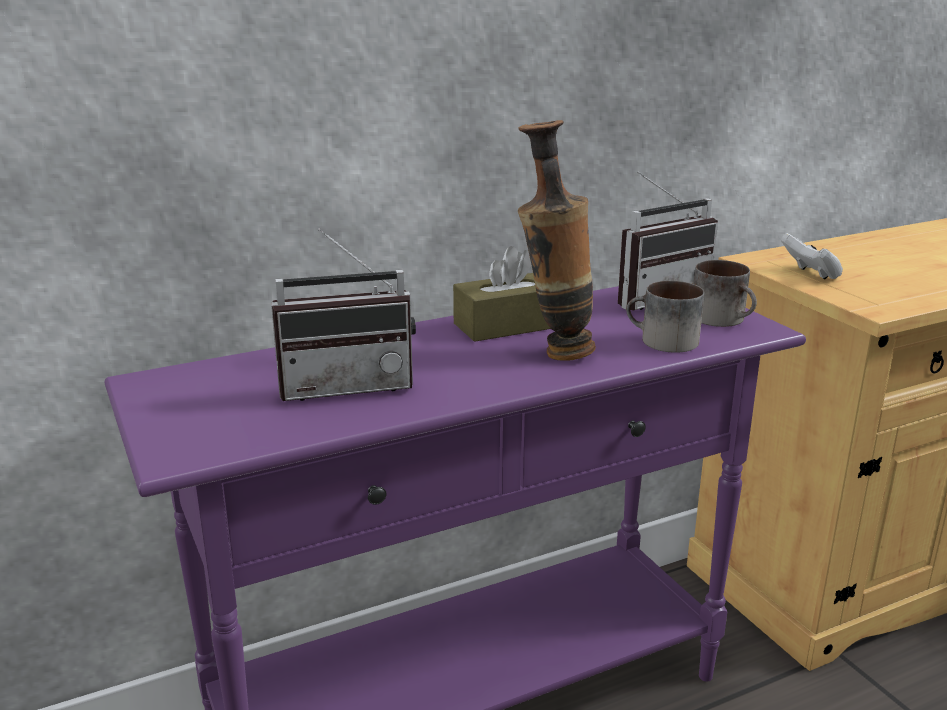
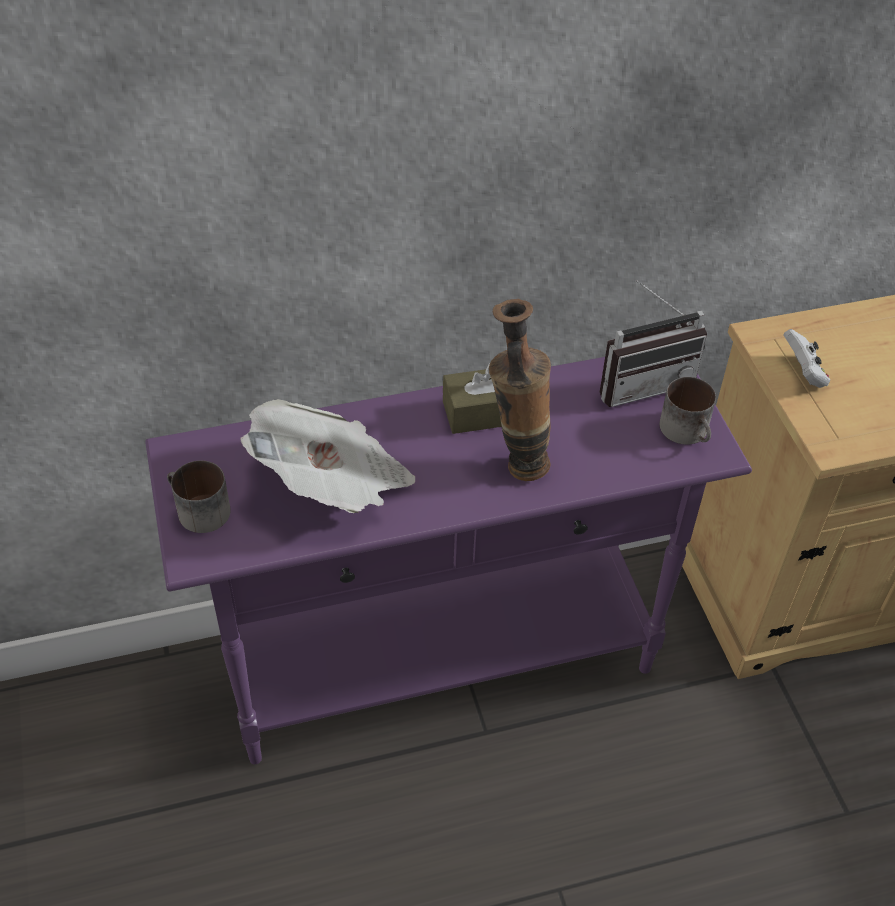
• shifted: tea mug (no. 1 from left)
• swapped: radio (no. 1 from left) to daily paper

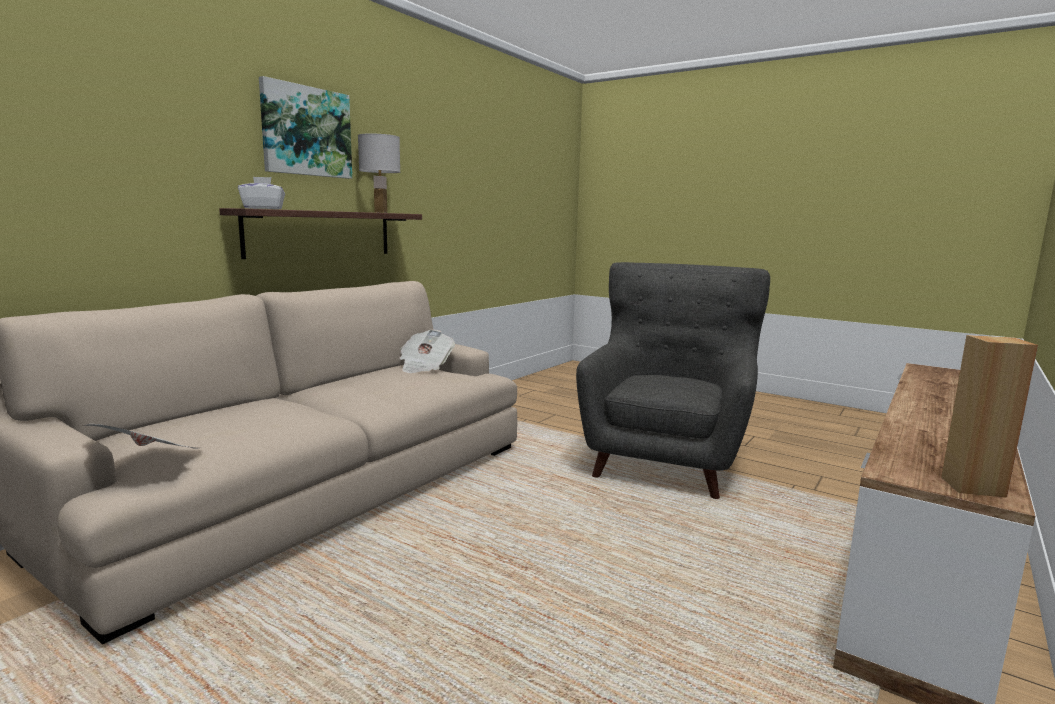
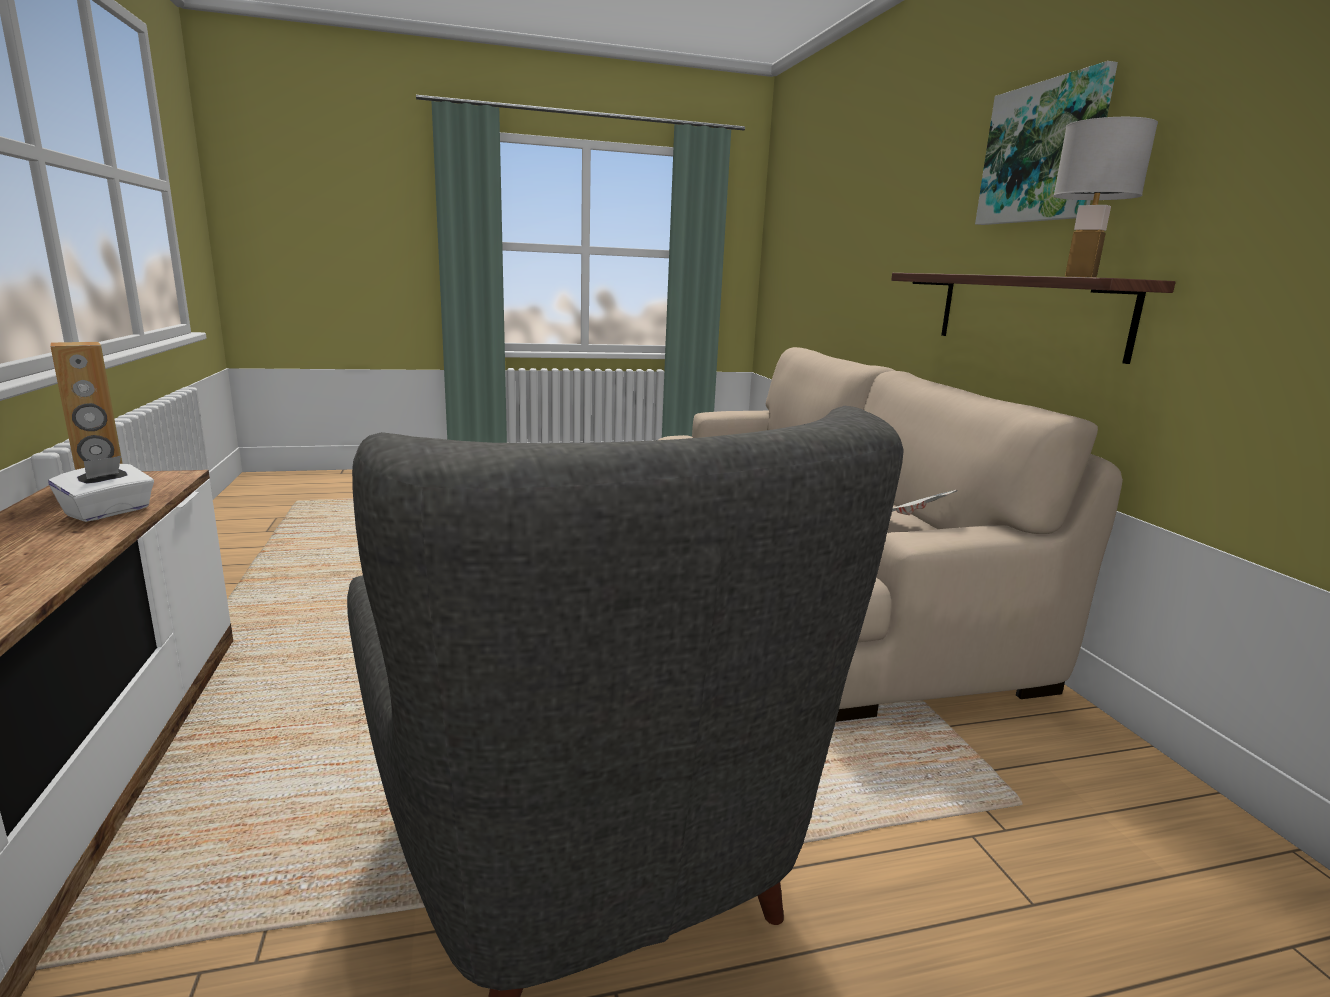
• shifted: box of tissues (white-coloured)
• gone: daily paper (no. 1 from left)

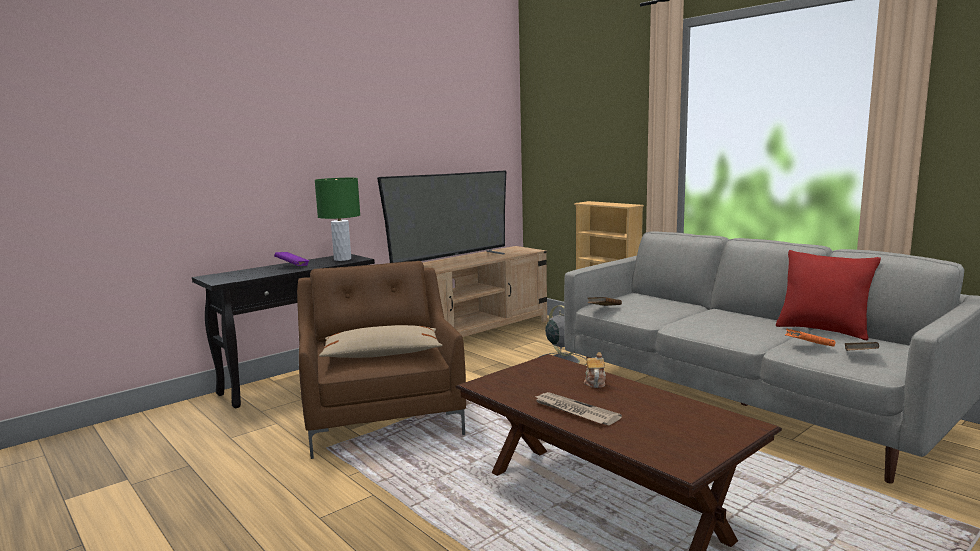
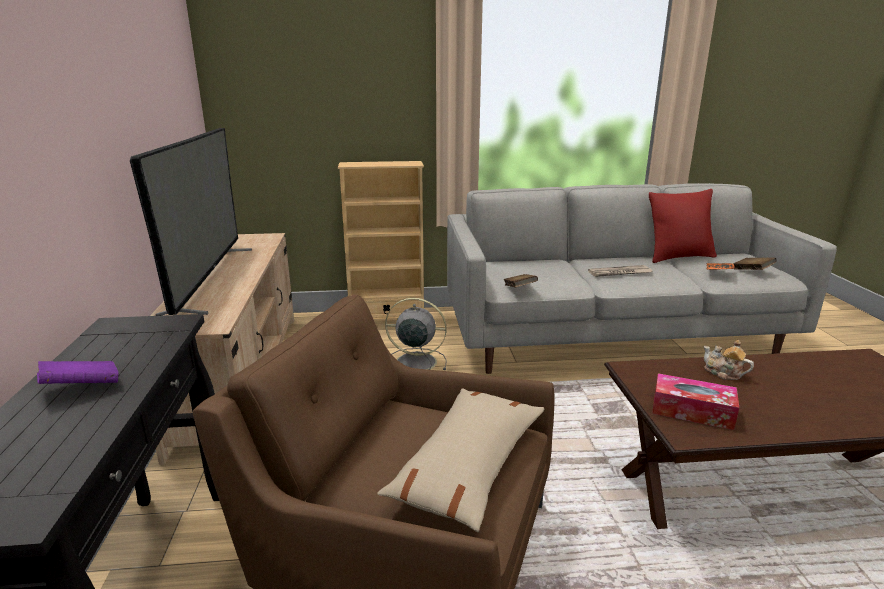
• shifted: daily paper
• new: box of tissues
• gone: lamp for a table (green-coloured)

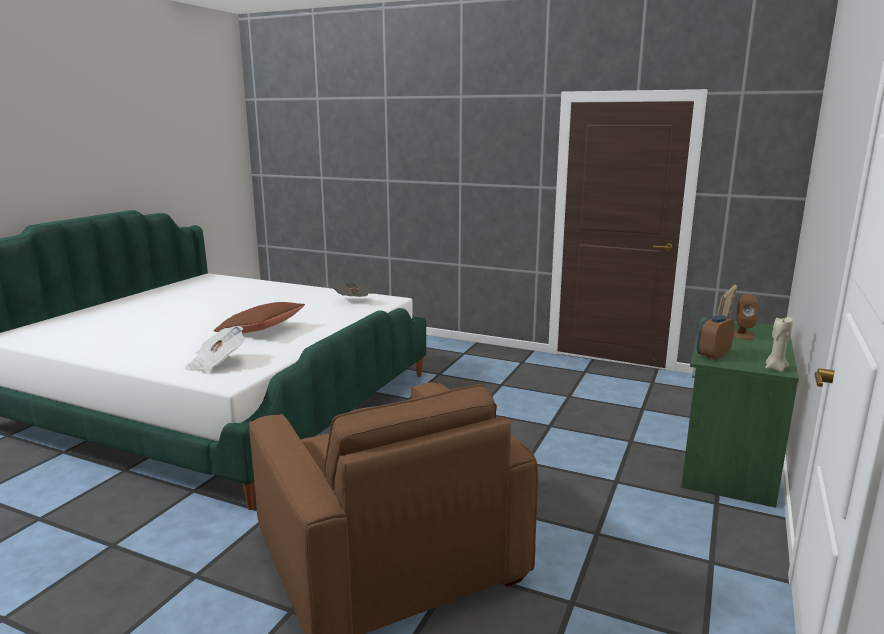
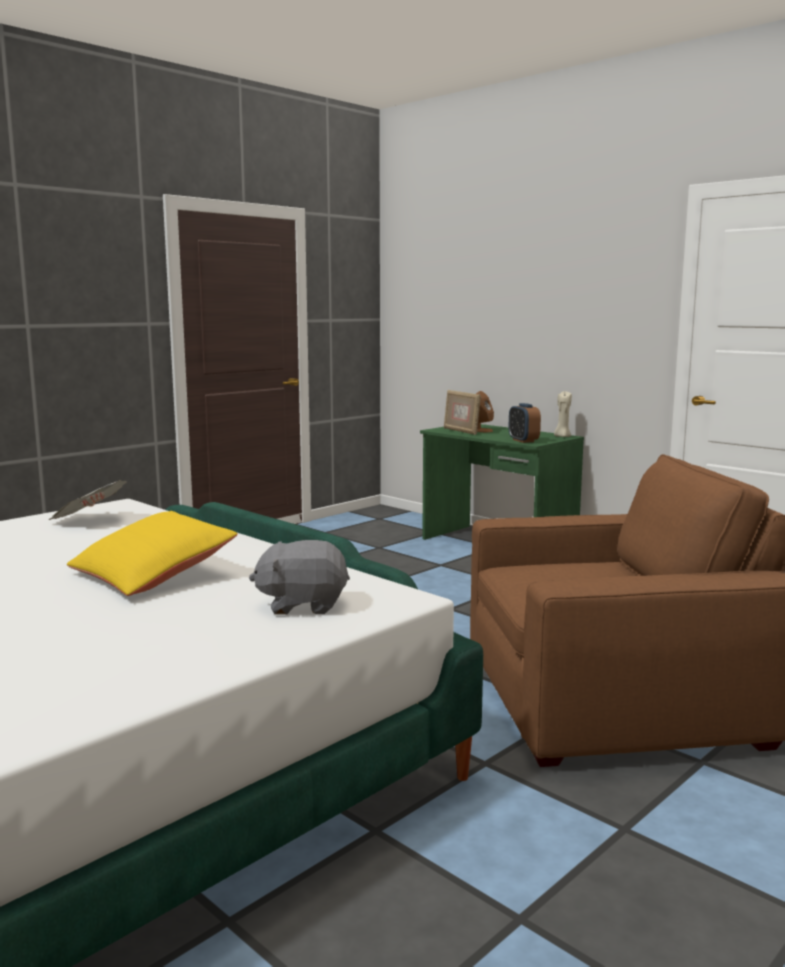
• repainted: cushion (brown-coloured) to cushion (yellow-coloured)
• swapped: daily paper (no. 1 from left) to soft toy (grey)

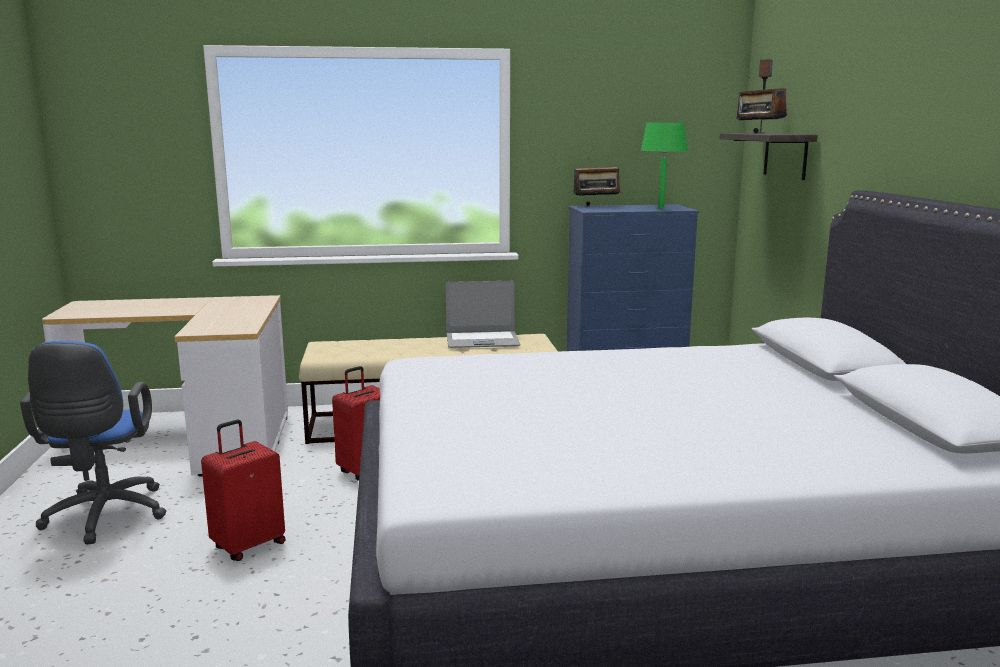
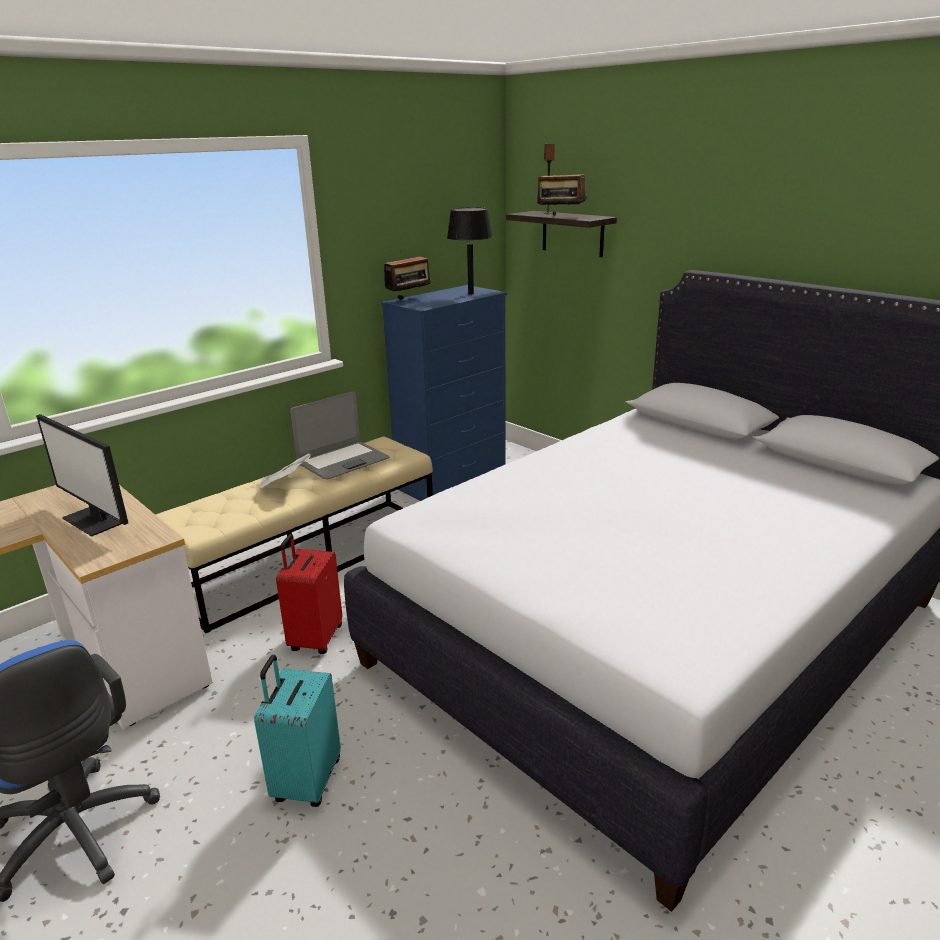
• new: computer screen
• repainted: travel case (red) (no. 1 from left) to travel case (turquoise)
• new: daily paper
• repainted: lamp for a table (green-coloured) to lamp for a table (blackish)

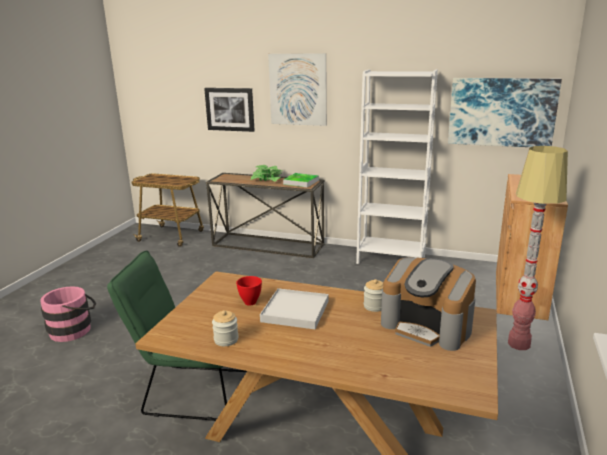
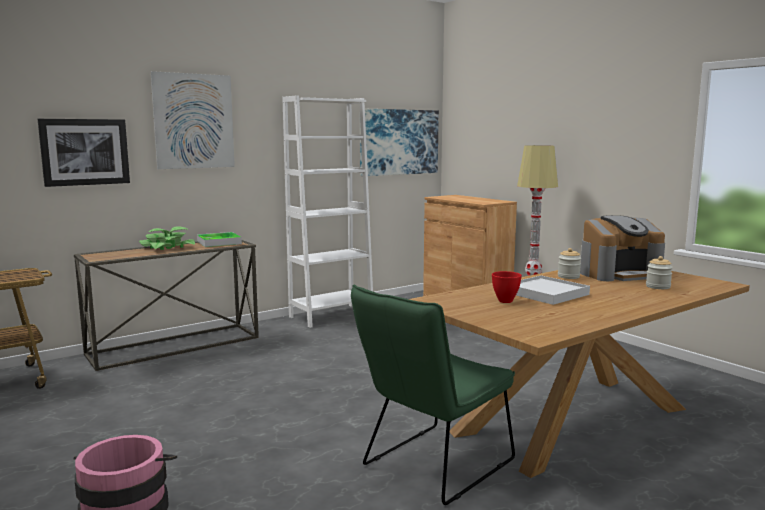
• shifted: jar (no. 1 from left in the first image) to jar (no. 2 from left)

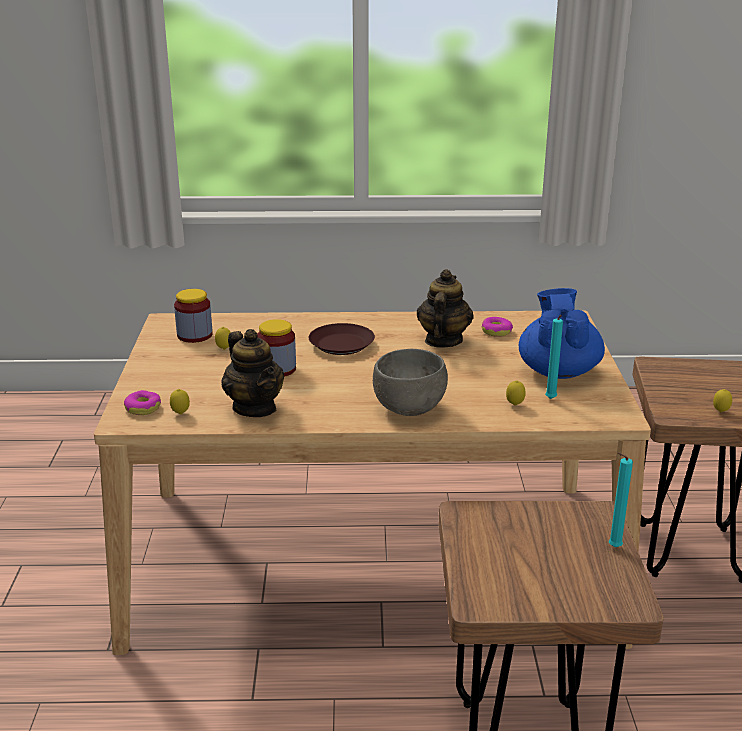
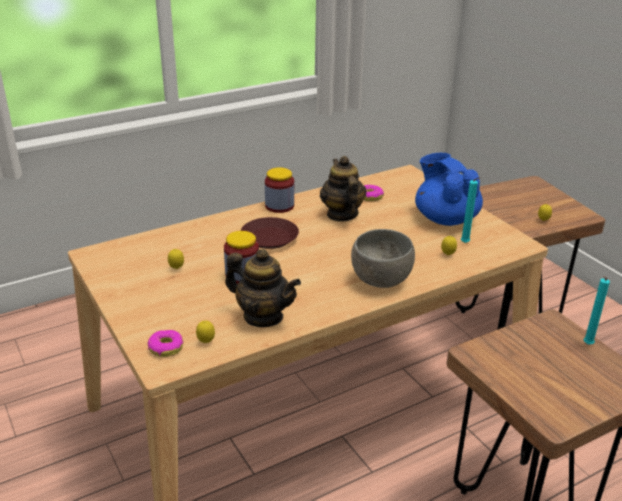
• shifted: jar (no. 1 from left in the first image) to jar (no. 2 from left)

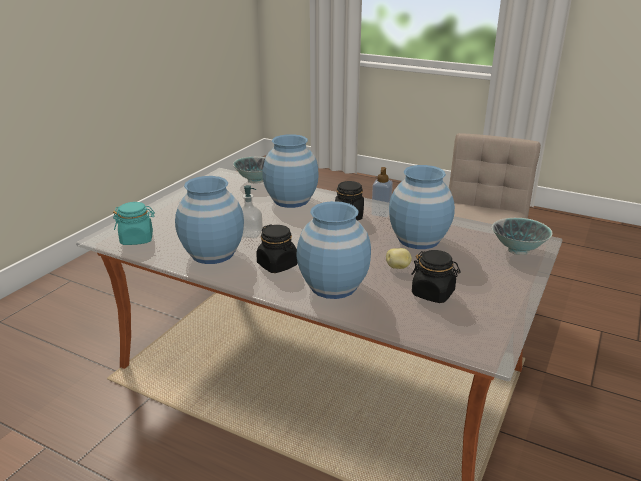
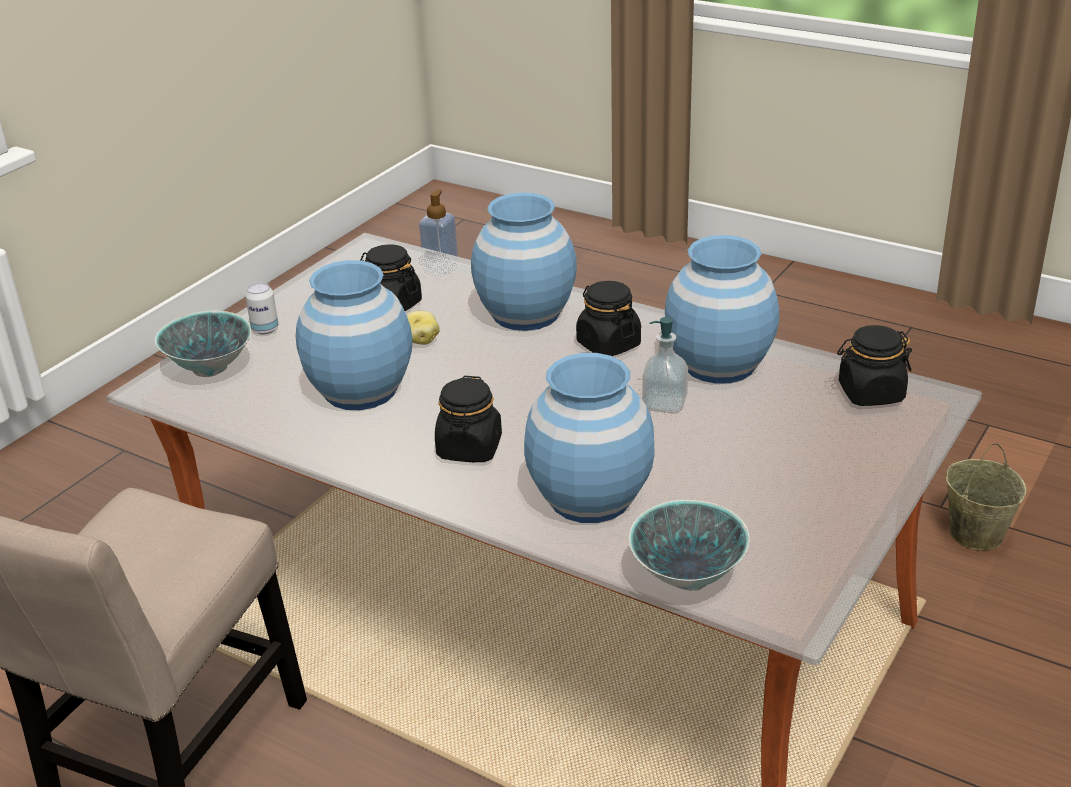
• new: sealed can
• shifted: soap bottle (no. 2 from left in the first image) to soap bottle (no. 1 from left)
• repainted: jar (turquoise) to jar (blackish) (no. 4 from left)
• new: pail (sand-coloured)

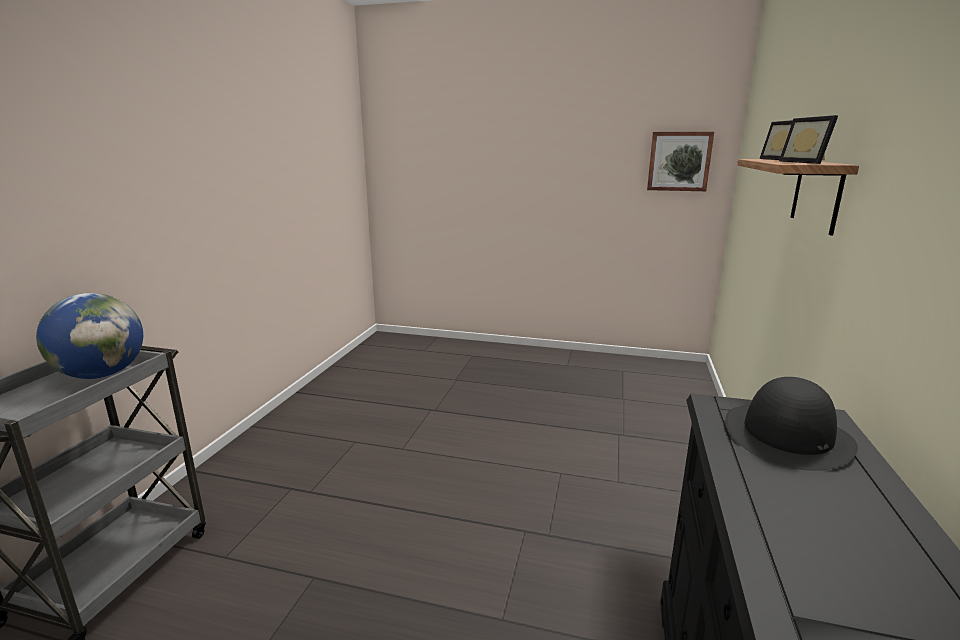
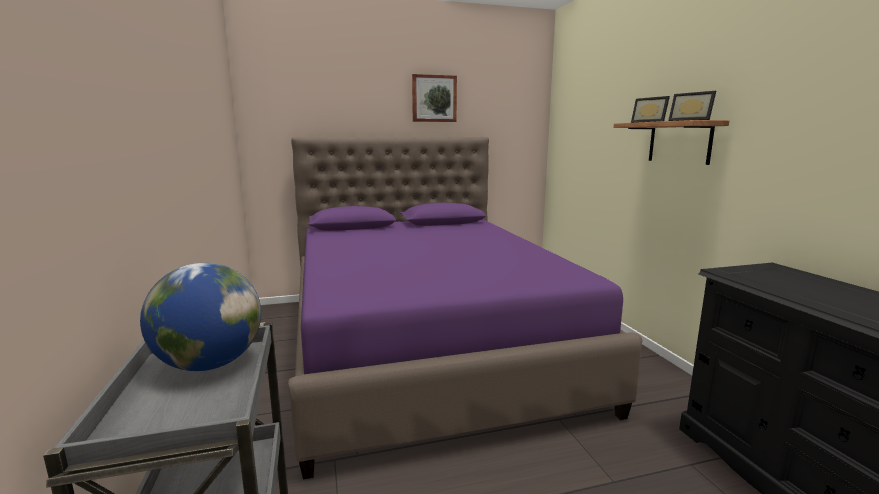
• new: sleeping bed (purple-coloured)
• shifted: wall art
• gone: clothing hat (blackish)

